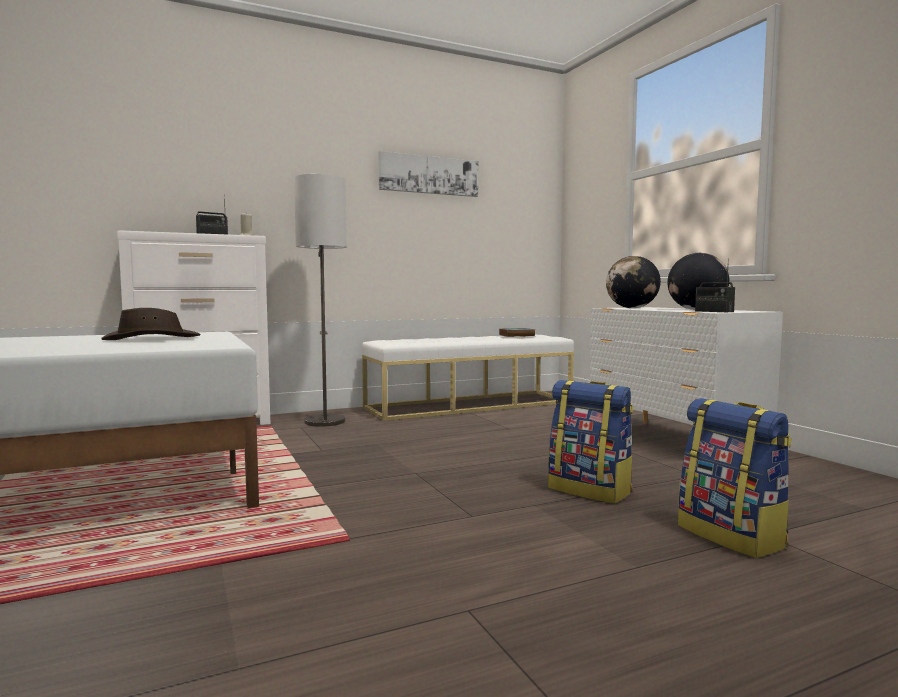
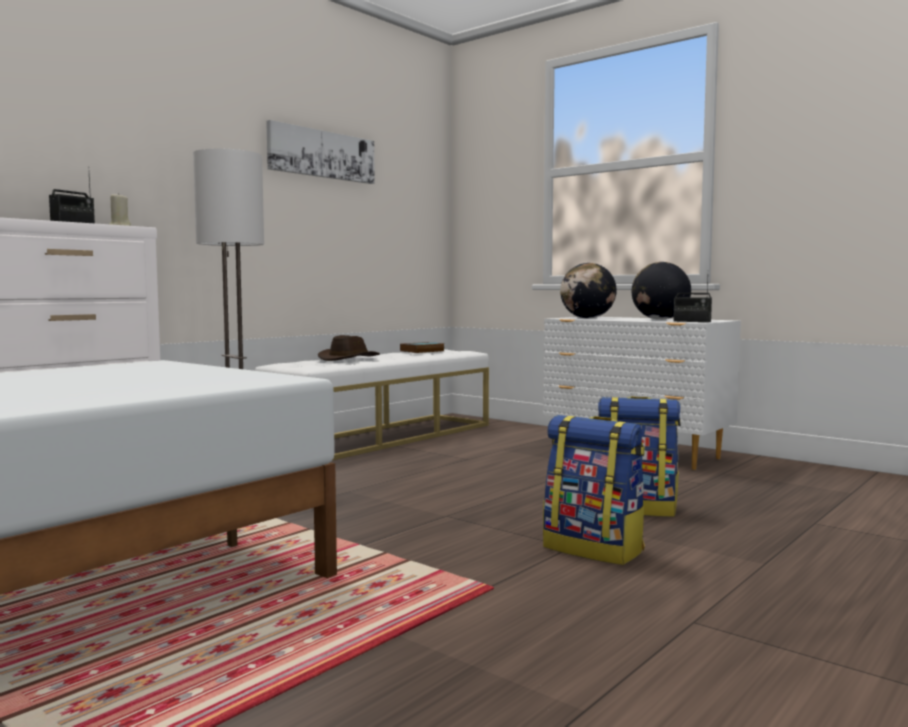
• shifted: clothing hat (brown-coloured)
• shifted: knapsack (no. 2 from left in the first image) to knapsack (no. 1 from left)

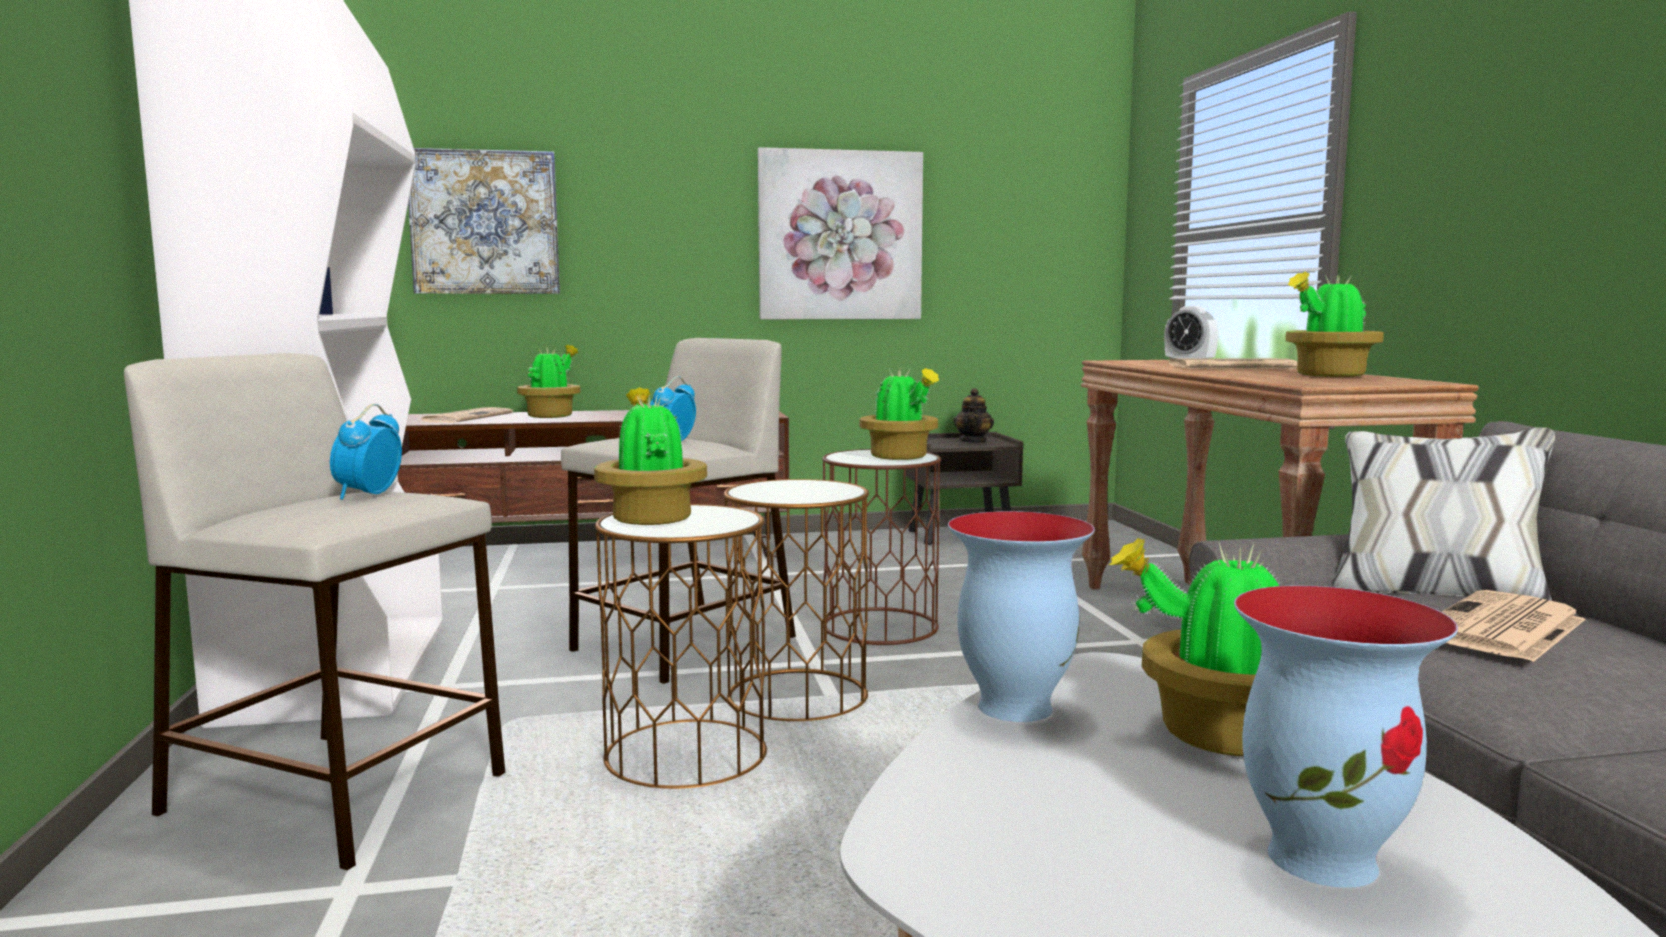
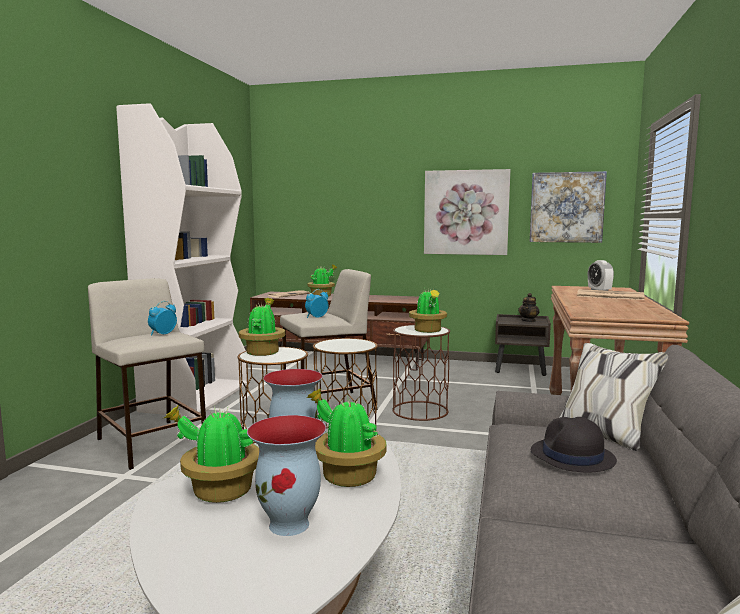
• shifted: houseplant (no. 5 from left in the first image) to houseplant (no. 1 from left)
• shifted: wall art (no. 1 from left in the first image) to wall art (no. 2 from left)
• swapped: daily paper (no. 3 from left) to clothing hat (blackish)

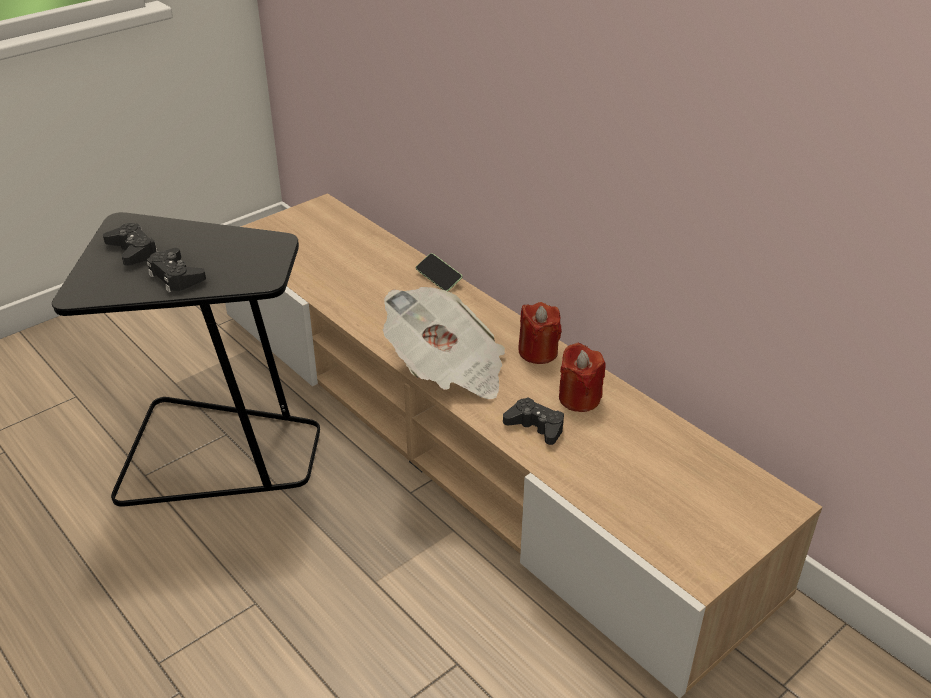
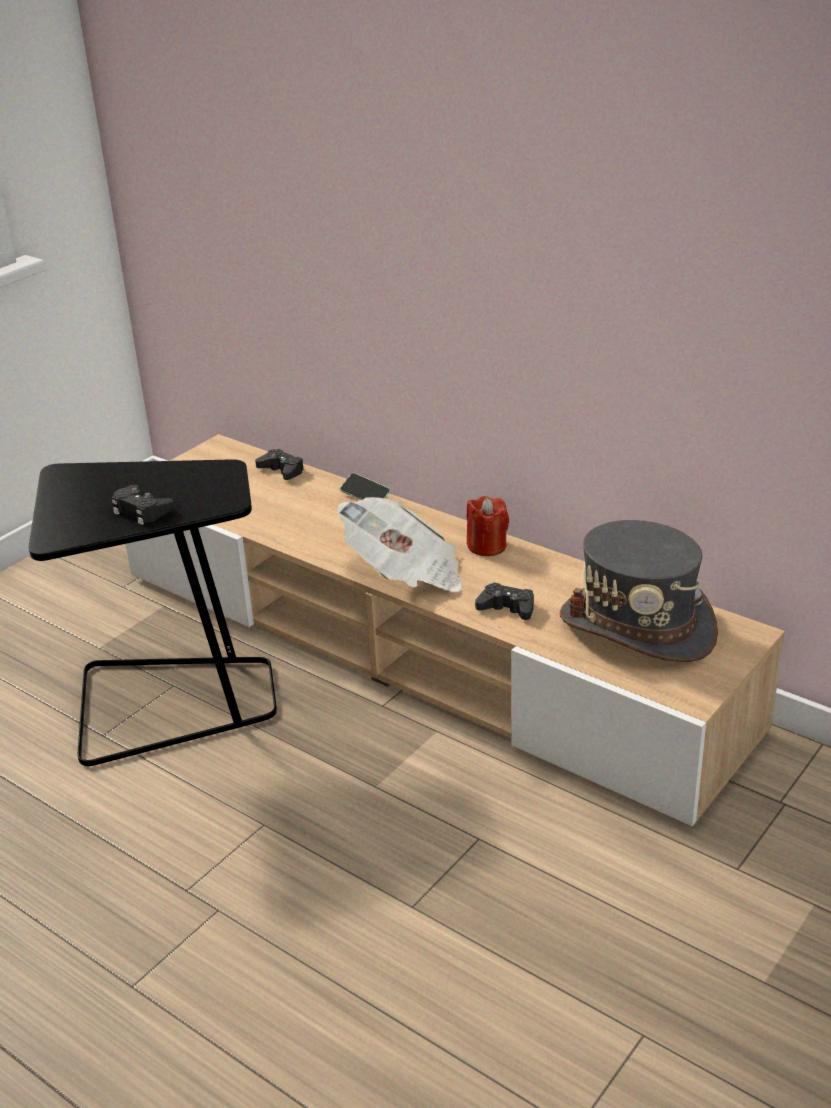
• shifted: joypad (blackish) (no. 1 from left in the first image) to joypad (blackish) (no. 2 from left)
• new: clothing hat (grey)
• gone: wax candle (red) (no. 2 from left)

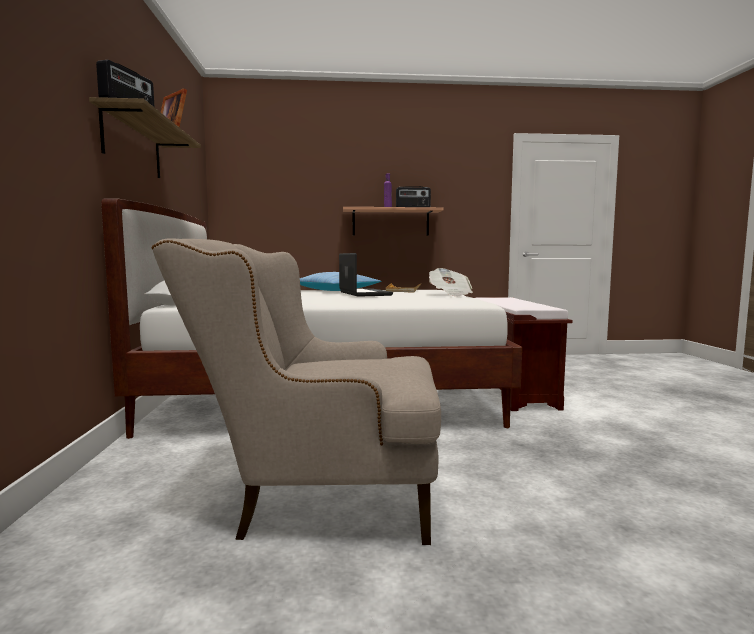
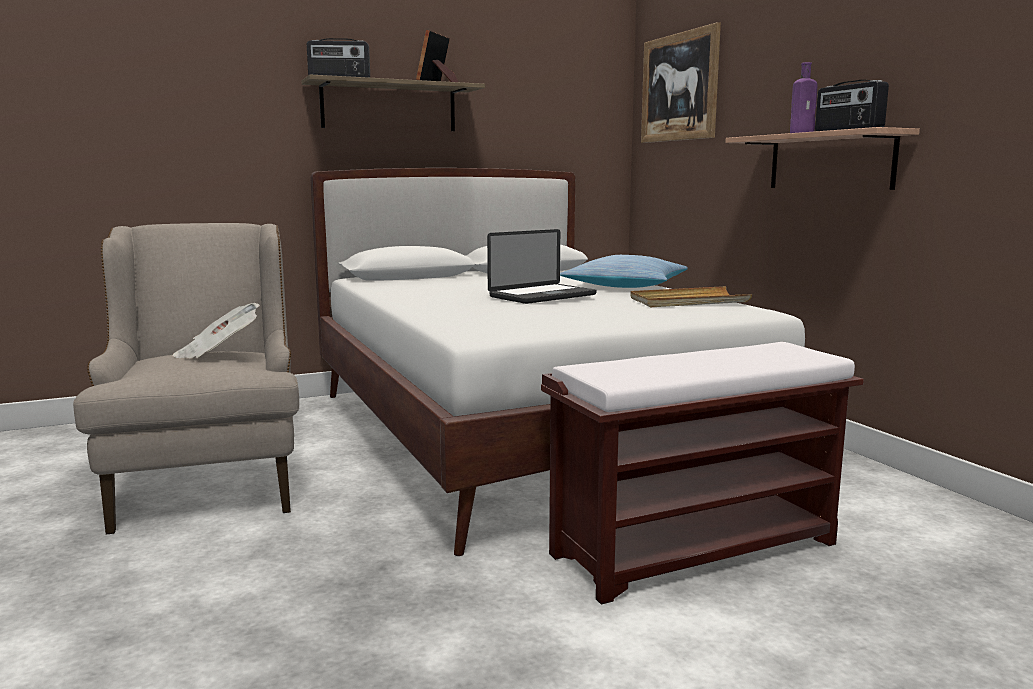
• shifted: daily paper
• new: wall art

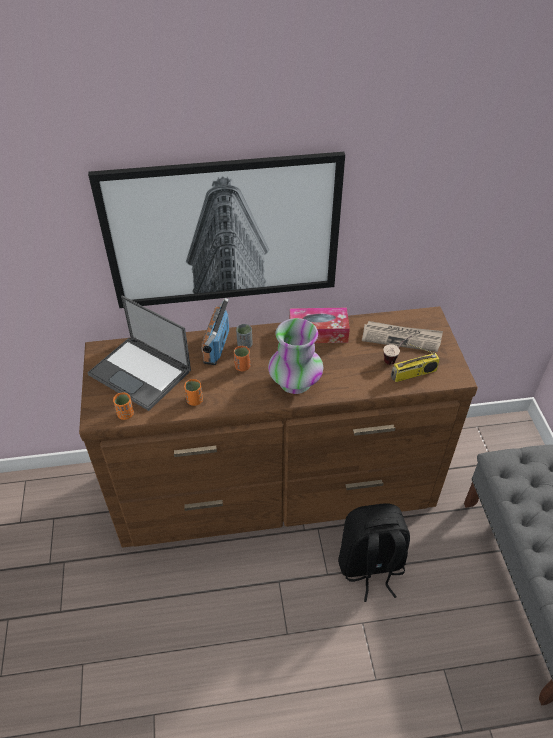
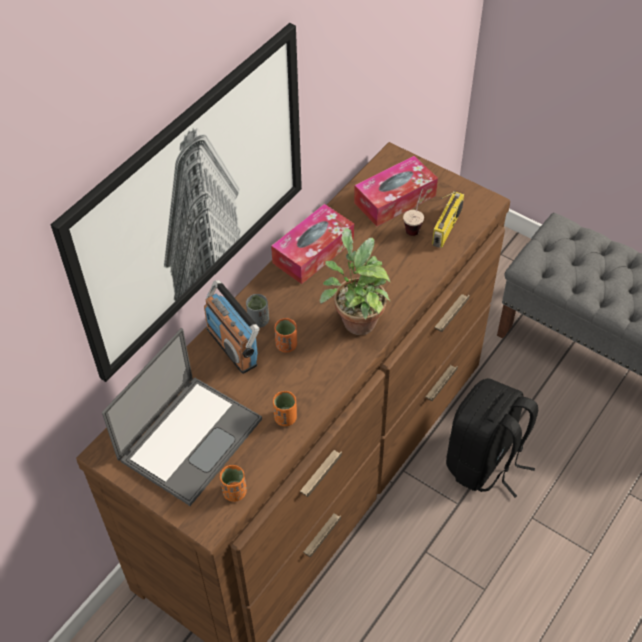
• rotated: notebook computer 45 degrees counterclockwise
• swapped: flower vase to houseplant
• swapped: daily paper to box of tissues (no. 2 from left)

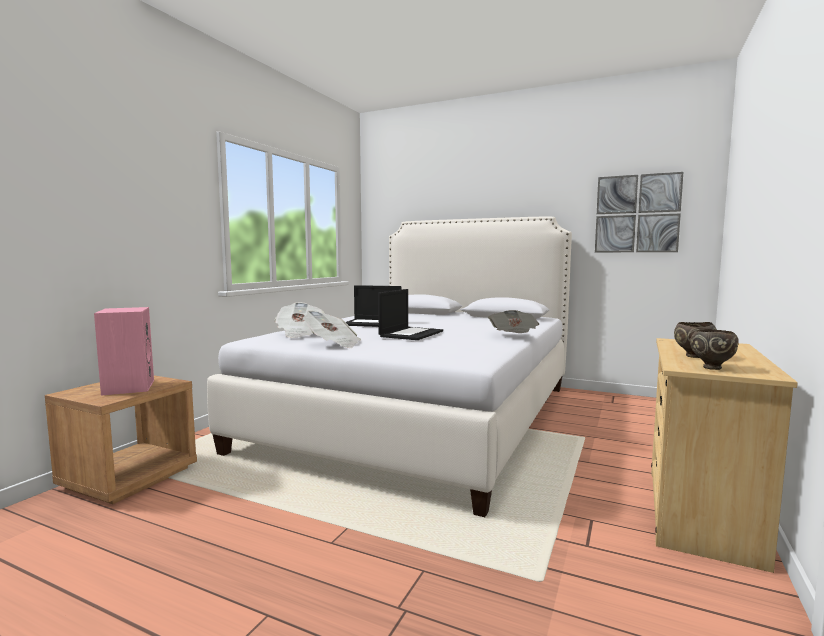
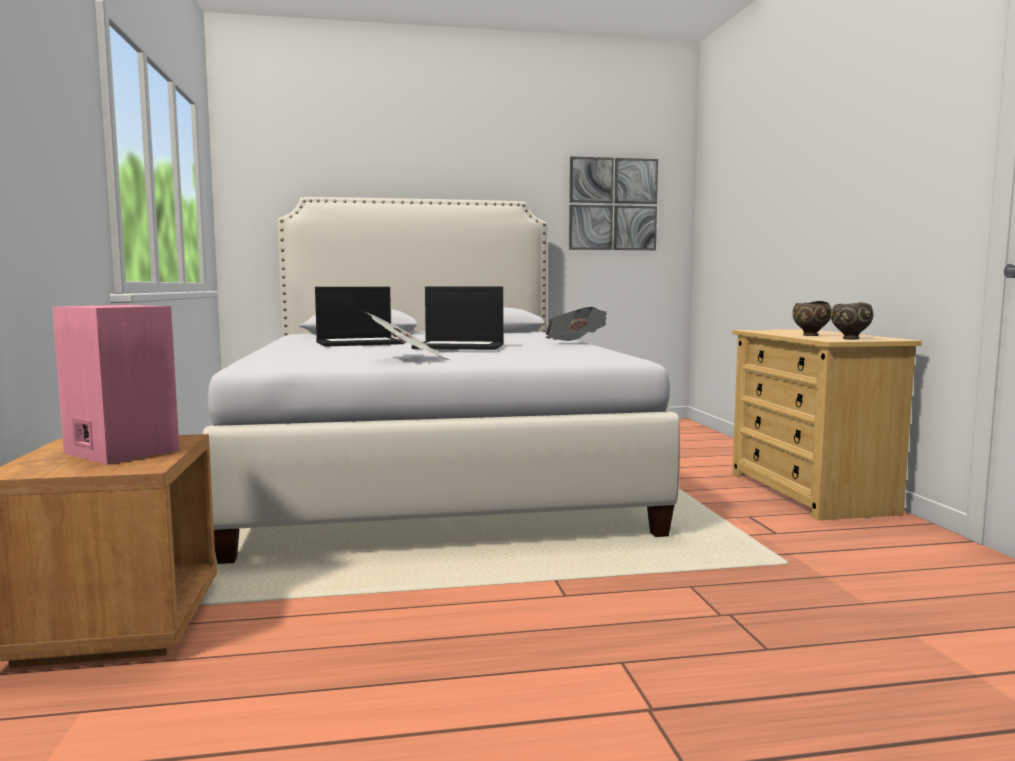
• rotated: notebook computer (no. 2 from left) 105 degrees clockwise
• gone: daily paper (no. 1 from left)

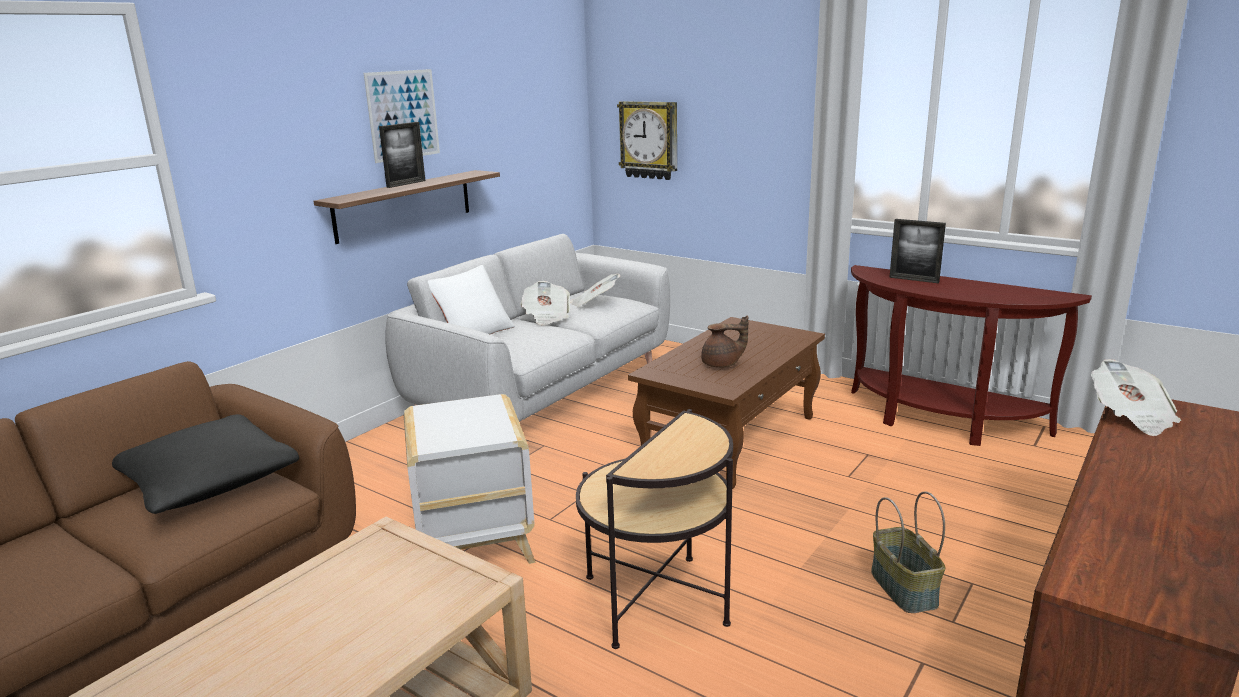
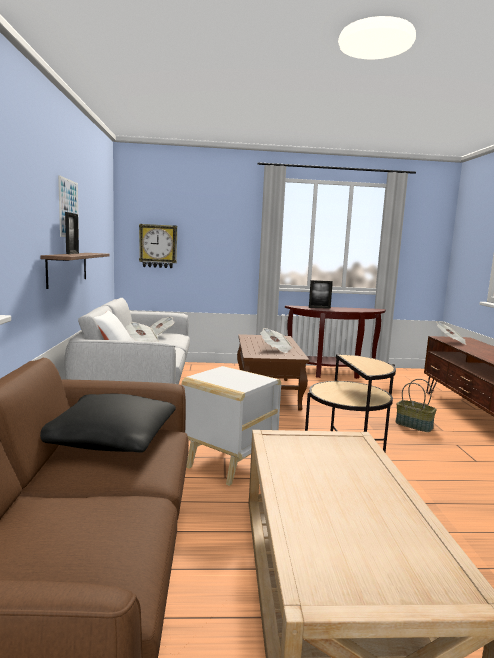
• swapped: teapot (brown-coloured) to daily paper (no. 3 from left)

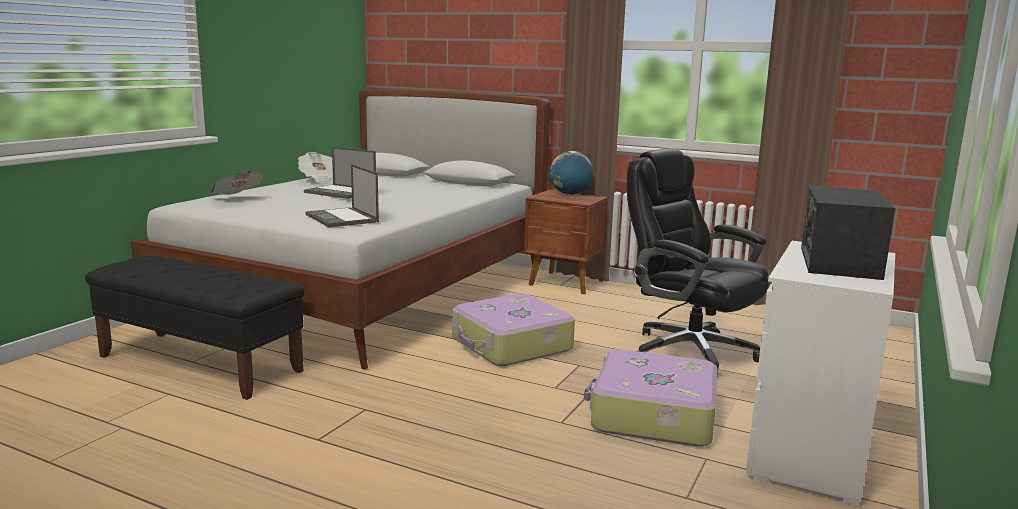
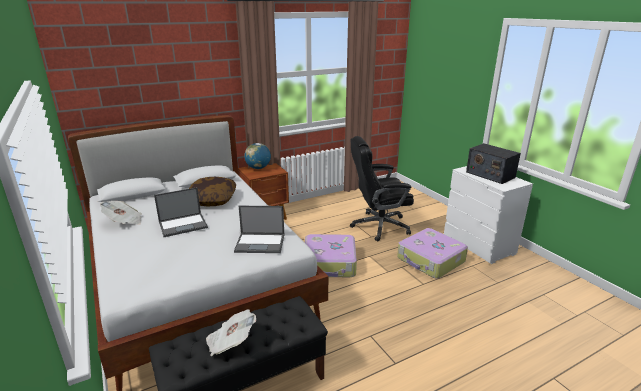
• new: cushion
• shifted: daily paper (no. 1 from left in the first image) to daily paper (no. 2 from left)

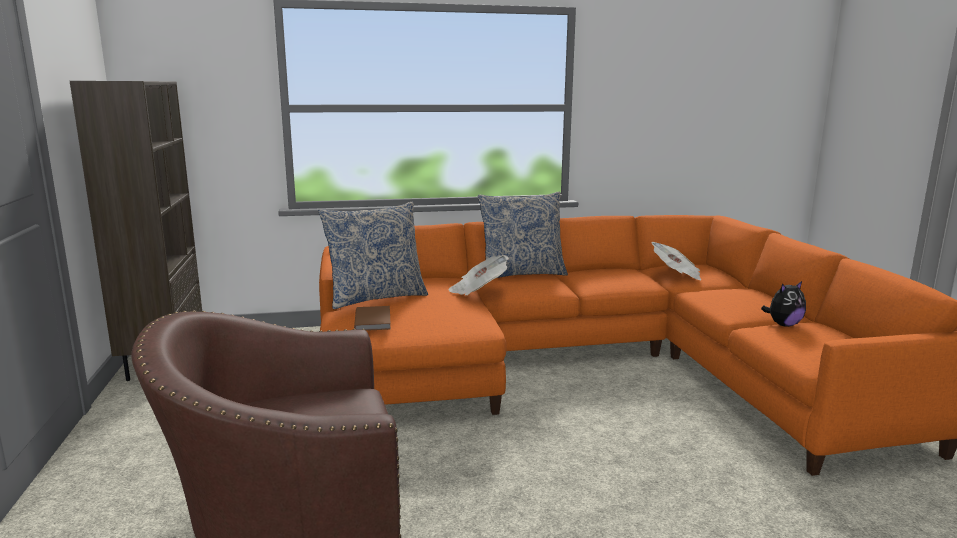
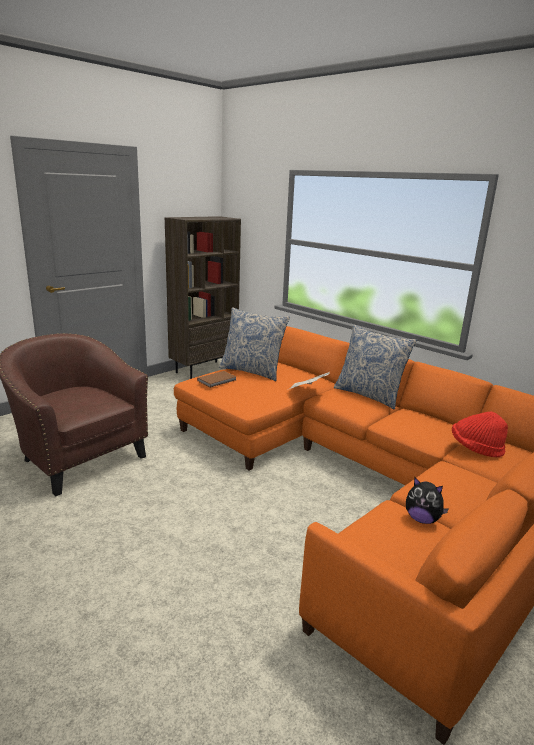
• swapped: daily paper (no. 2 from left) to clothing hat (red)

